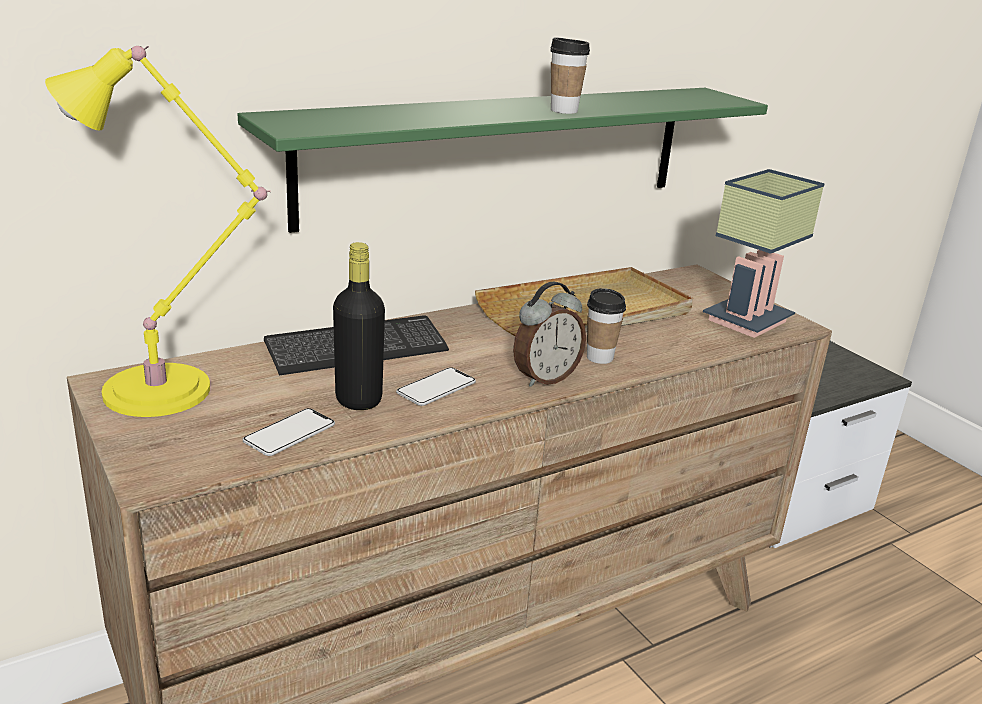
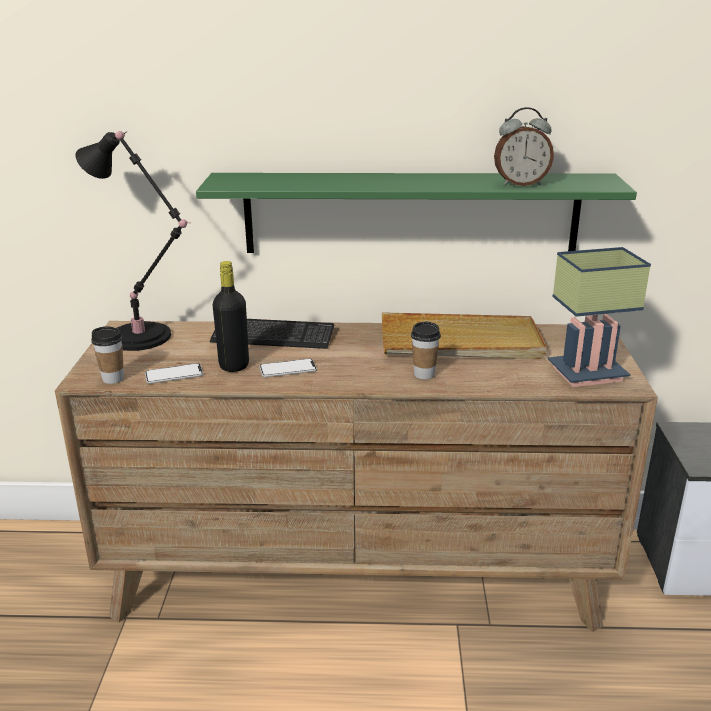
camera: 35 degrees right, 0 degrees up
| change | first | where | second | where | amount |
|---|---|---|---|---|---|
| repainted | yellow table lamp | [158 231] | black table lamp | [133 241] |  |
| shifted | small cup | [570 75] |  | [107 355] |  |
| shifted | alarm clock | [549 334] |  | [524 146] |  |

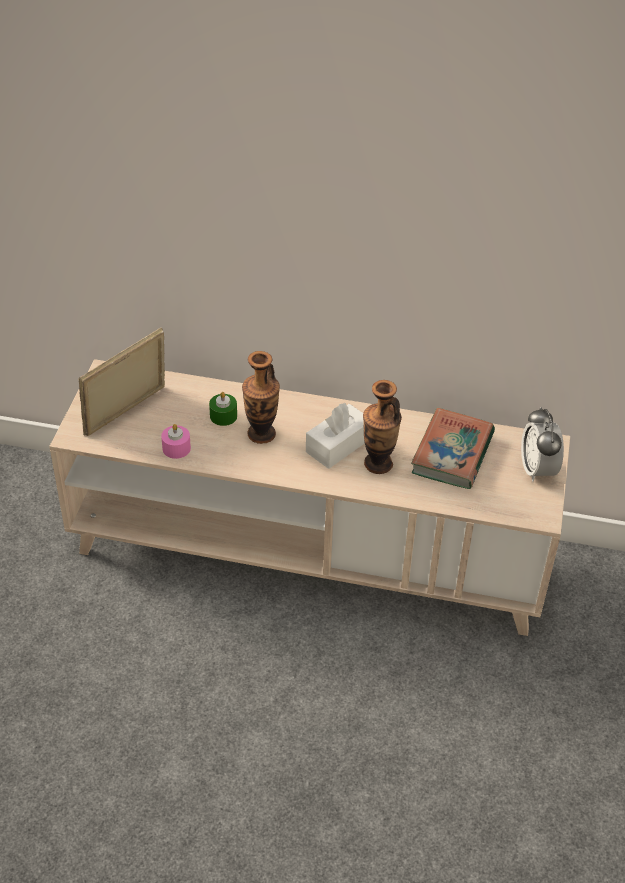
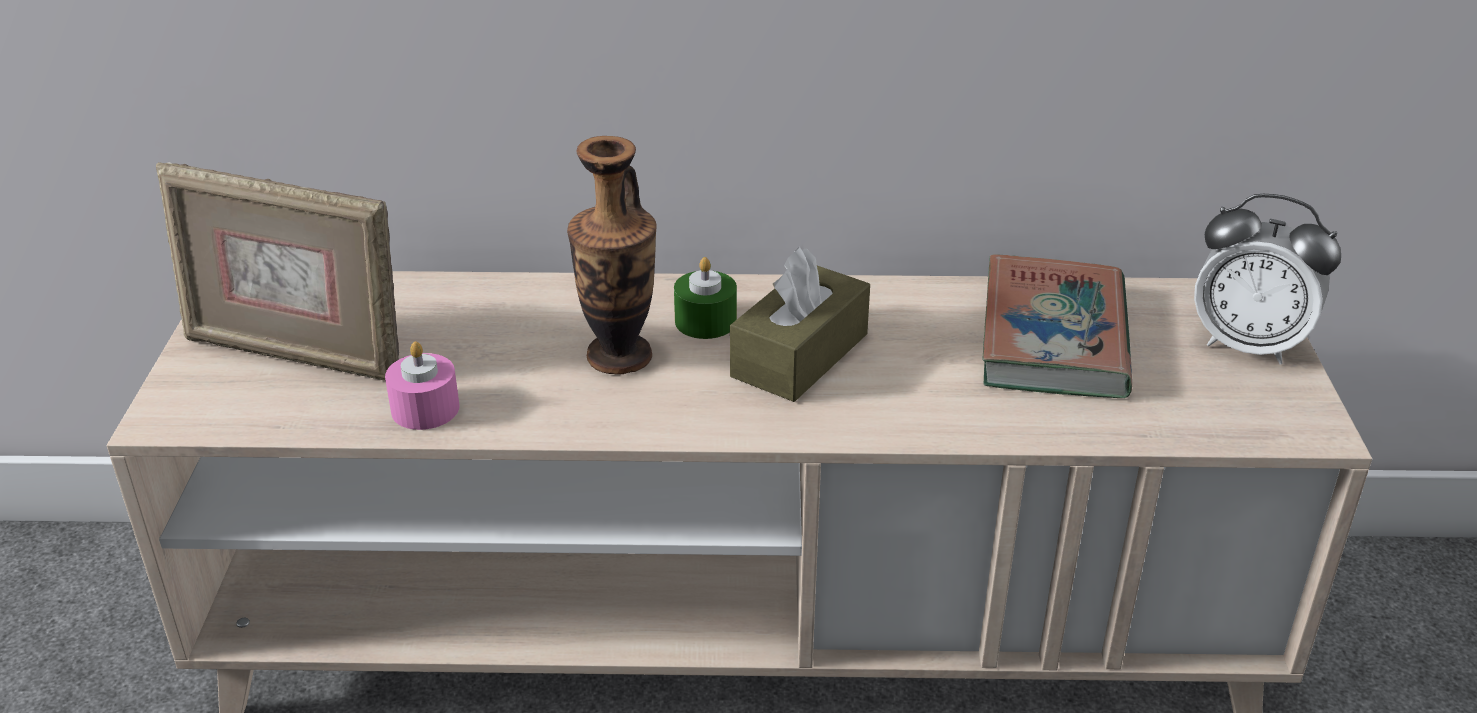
camera: 10 degrees left, 10 degrees down
| change | first | where | second | where | amount |
|---|---|---|---|---|---|
| rotated | picture frame | [121 382] |  | [277 271] | 105 degrees counterclockwise |
| shifted | green candle | [223 409] |  | [705 298] |  |
| repainted | white-coloured tissue holder | [335 436] | brown tissue holder | [800 324] |  |
| rotated | alarm clock | [542 444] |  | [1267 279] | 45 degrees counterclockwise |
| gone | vase | [382 427] |  |  |  |

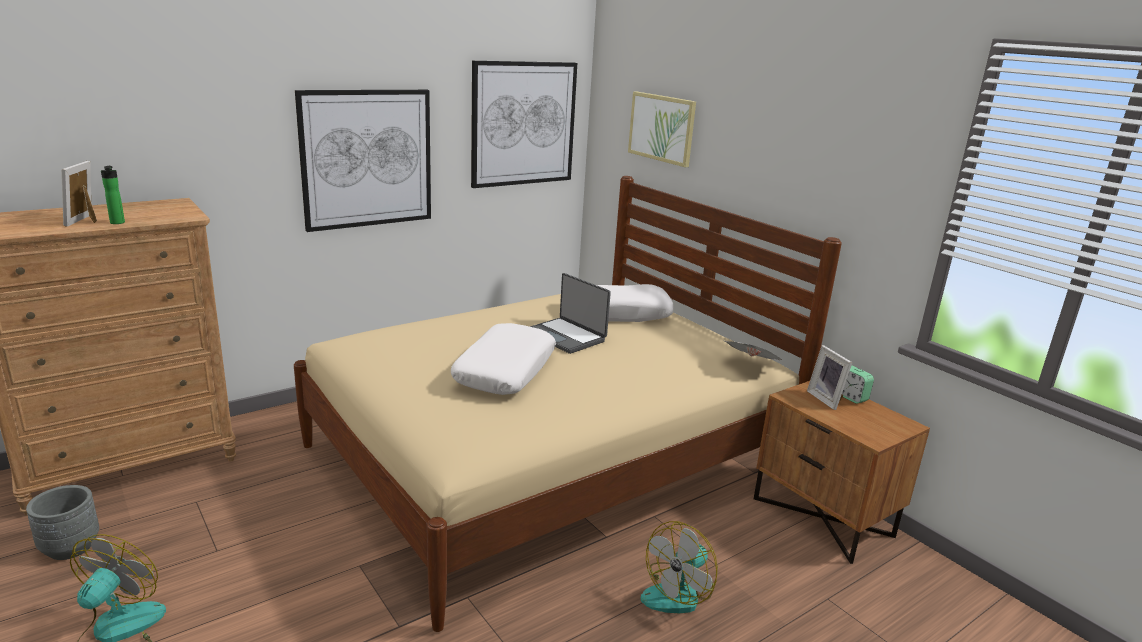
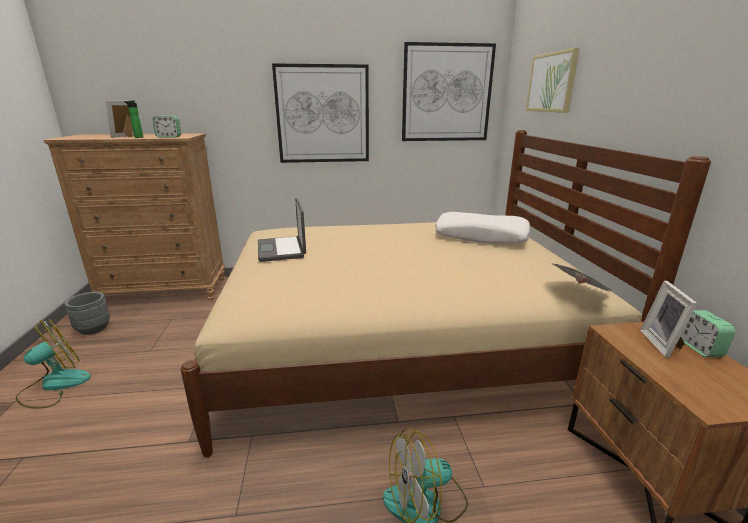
camera: 30 degrees right, 0 degrees up
| change | first | where | second | where | amount |
|---|---|---|---|---|---|
| new |  |  | alarm clock | [166 126] |  |
| shifted | notebook computer | [570 313] |  | [282 230] |  |
| gone | white-coloured throw pillow | [503 359] |  |  |  |

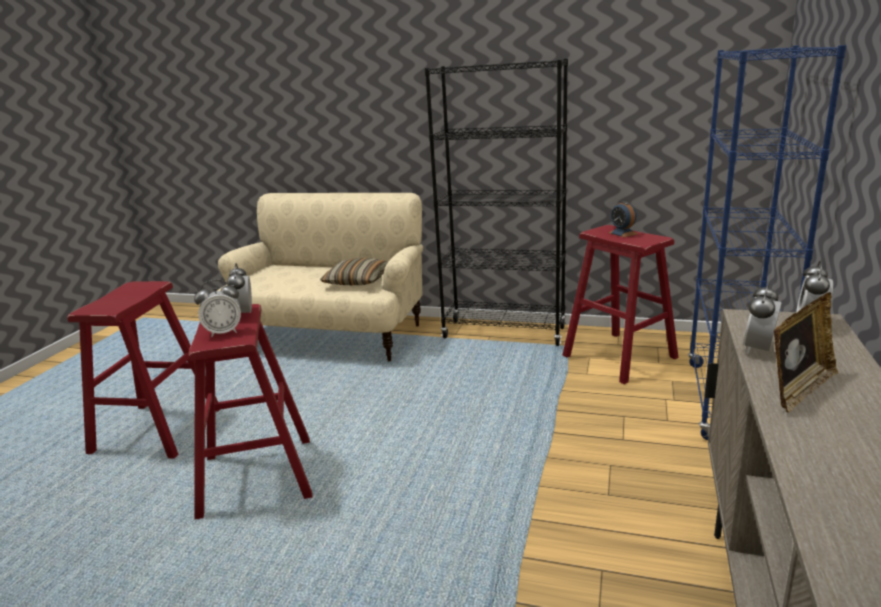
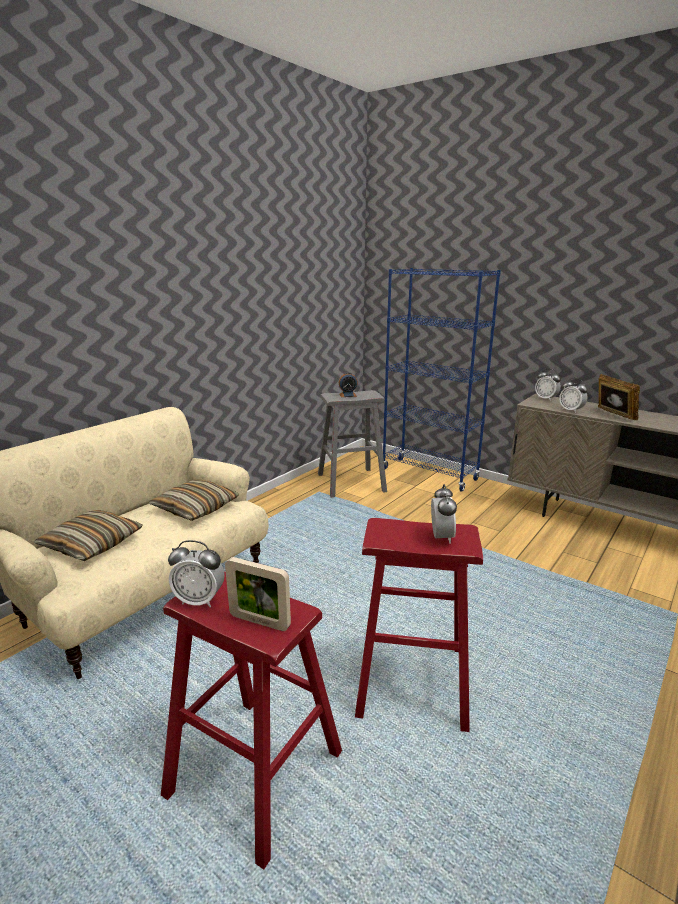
camera: 70 degrees left, 0 degrees up
| change | first | where | second | where | amount |
|---|---|---|---|---|---|
| new |  |  | throw pillow | [88 535] |  |
| shifted | alarm clock | [239 288] |  | [196 573] |  |
| new |  |  | picture frame | [258 594] |  |
| repainted | red stool seat | [620 304] | gray stool seat | [352 444] |  |
| gone | black bookshelf | [496 202] |  |  |  |

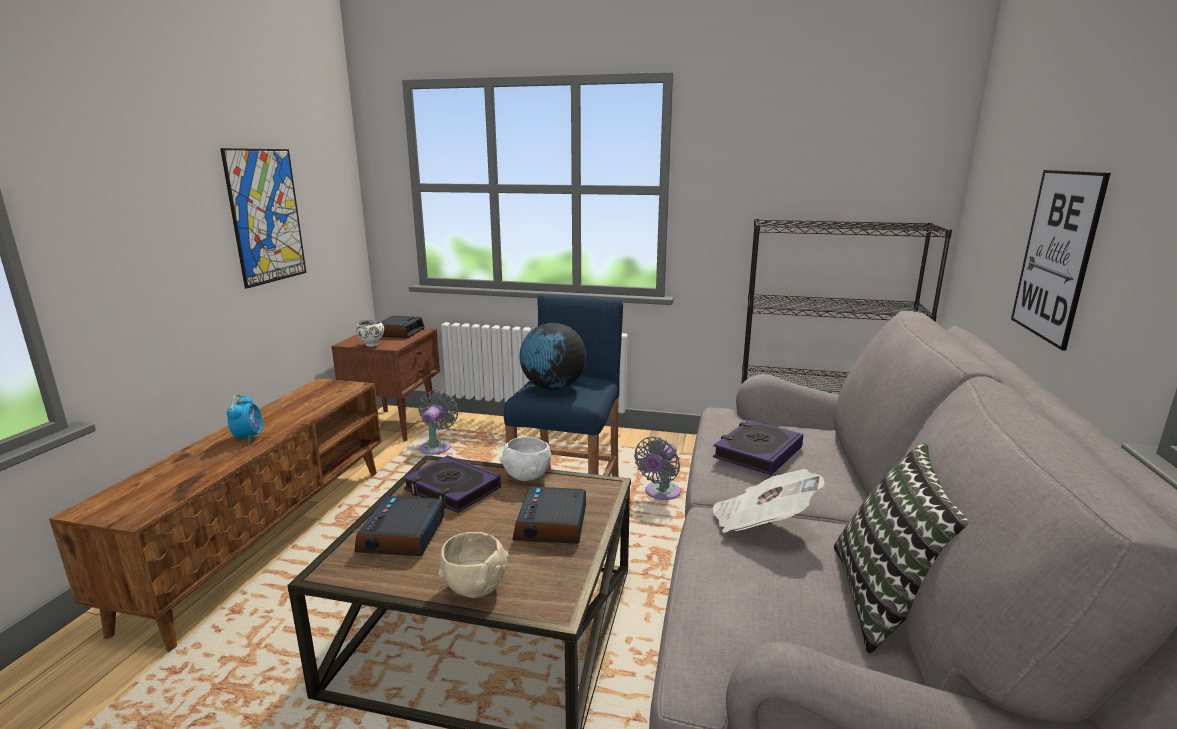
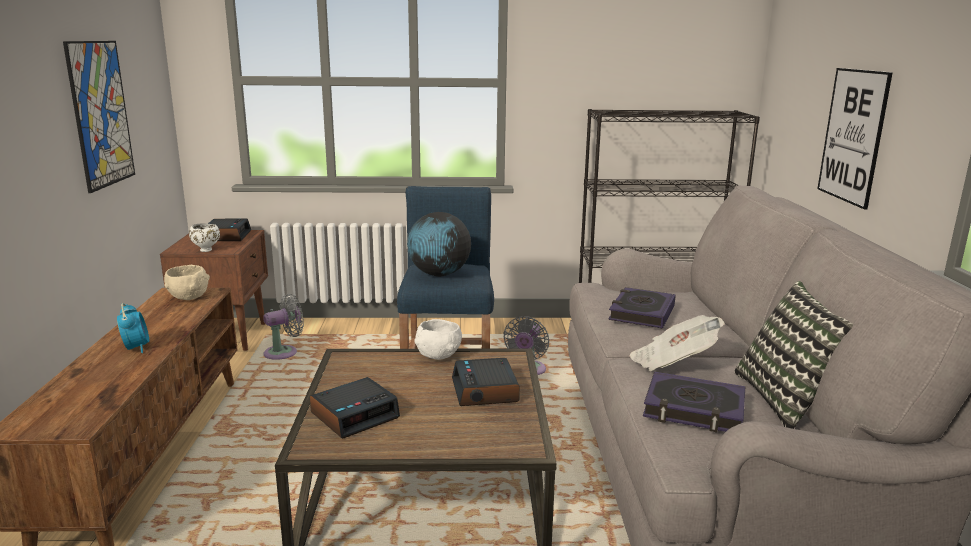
camera: 15 degrees left, 0 degrees up
| change | first | where | second | where | amount |
|---|---|---|---|---|---|
| shifted | sand-coloured deep dish | [473 565] |  | [187 282] |  |
| rotated | gray electric fan | [438 422] |  | [283 327] | 60 degrees clockwise |
| rotated | alarm clock | [399 526] |  | [355 407] | 120 degrees counterclockwise |
| shifted | bound book | [452 484] |  | [694 402] |  |

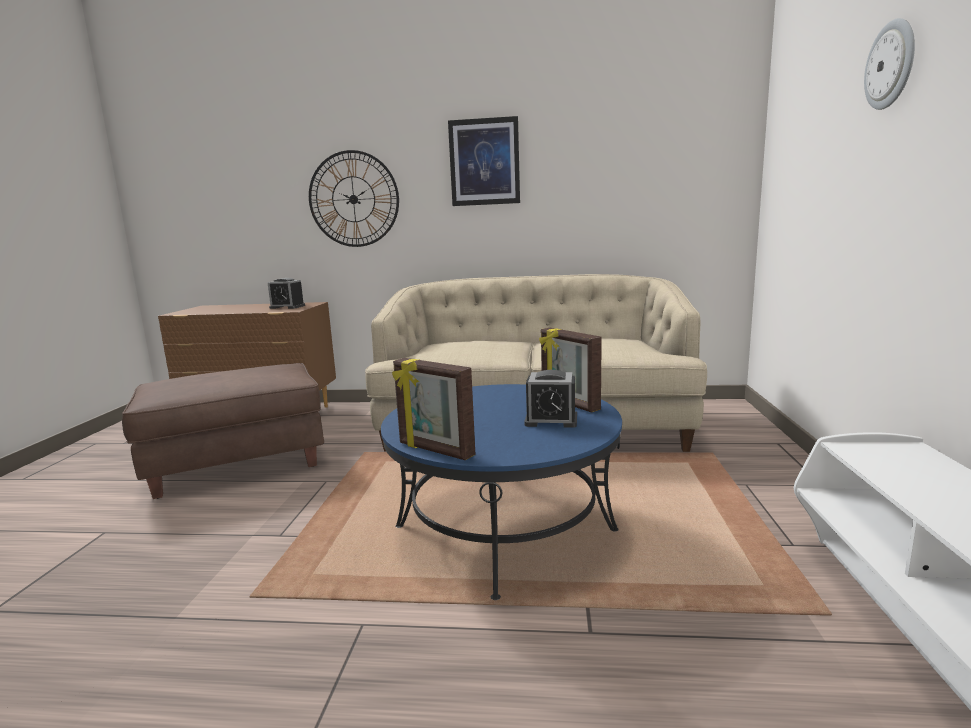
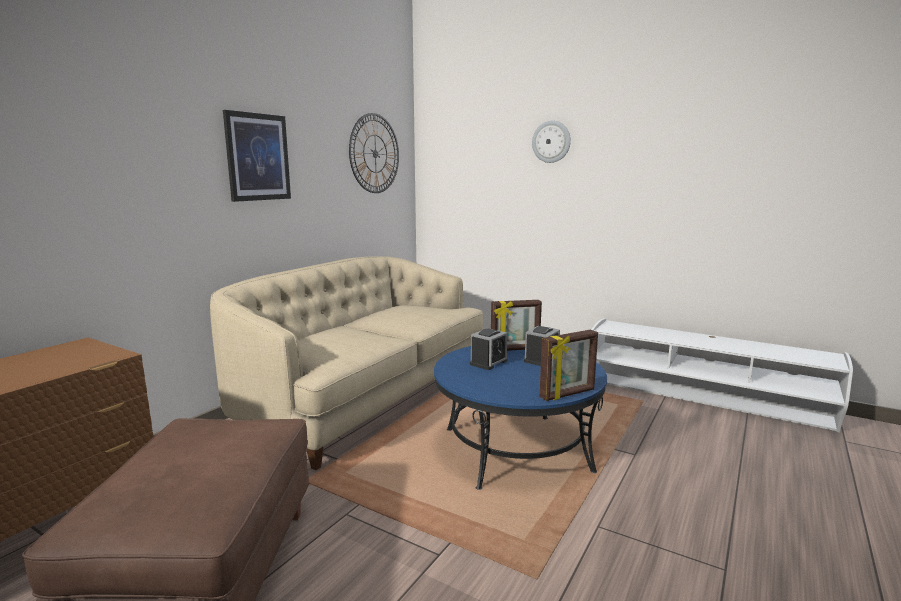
camera: 65 degrees left, 0 degrees up
| change | first | where | second | where | amount |
|---|---|---|---|---|---|
| shifted | hanging clock | [354 198] |  | [374 153] |  |
| shifted | alarm clock | [286 293] |  | [489 349] |  |

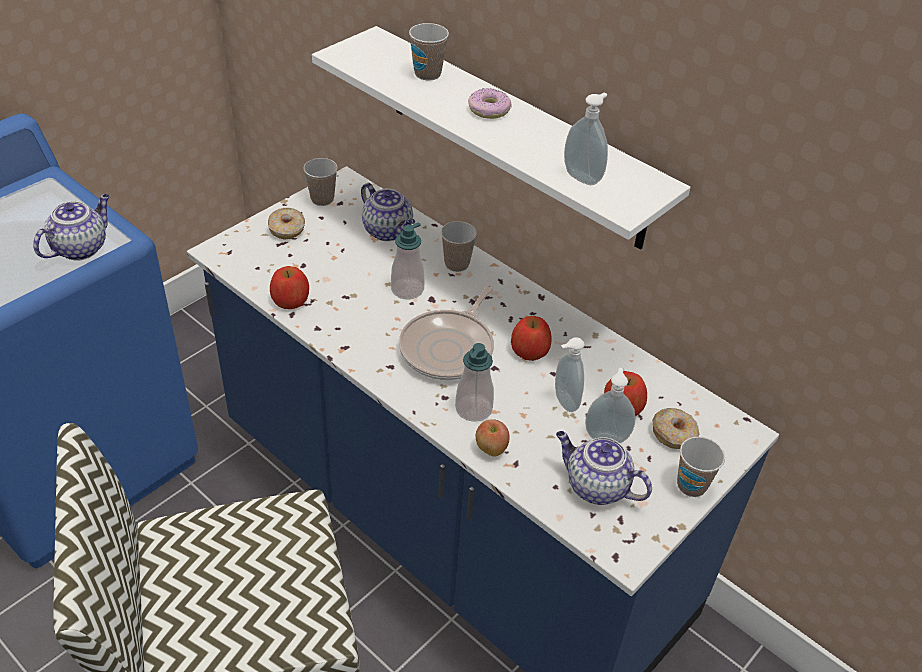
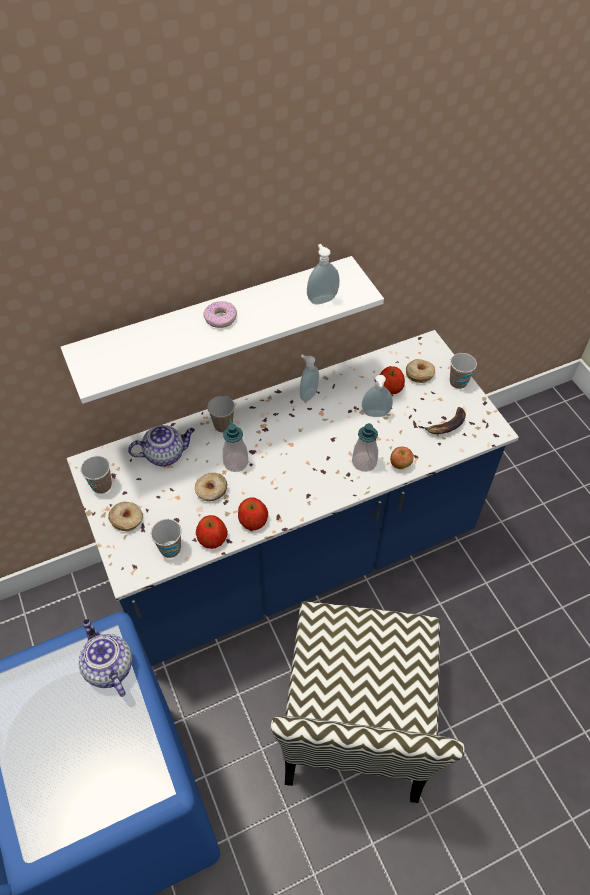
camera: 65 degrees left, 10 degrees up
| change | first | where | second | where | amount |
|---|---|---|---|---|---|
| shifted | small cup | [429 51] |  | [166 538] |  |
| new |  |  | ring doughnut | [211 487] |  |
| shifted | apple fruit | [531 338] |  | [253 513] |  |
| shifted | liquid soap bottle | [610 405] |  | [309 378] |  |
| swapped | tea pot | [604 468] | banana | [442 420] |  |
| gone | frying pan | [446 332] |  |  |  |

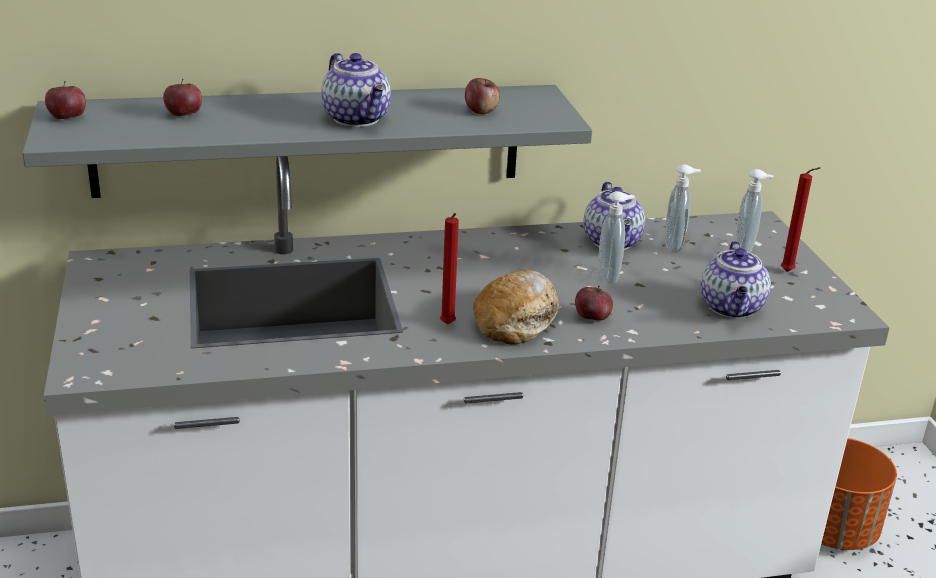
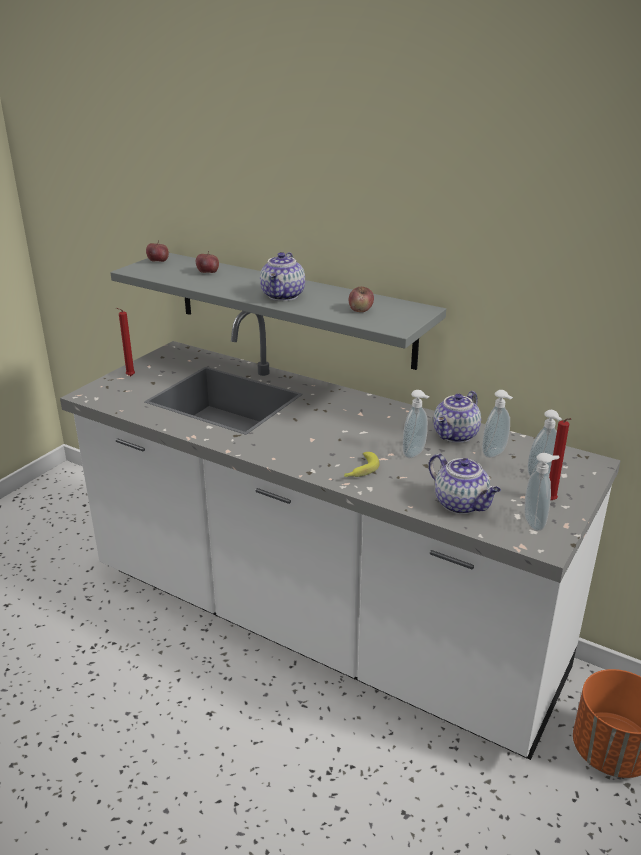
camera: 45 degrees right, 0 degrees up
| change | first | where | second | where | amount |
|---|---|---|---|---|---|
| shifted | red candle | [449 268] |  | [125 342] |  |
| swapped | apple fruit | [594 303] | banana | [361 464] |  |
| rotated | tea pot | [736 279] |  | [465 483] | 90 degrees counterclockwise |
| new |  |  | liquid soap bottle | [541 492] |  |
| gone | baked bread | [516 307] |  |  |  |

